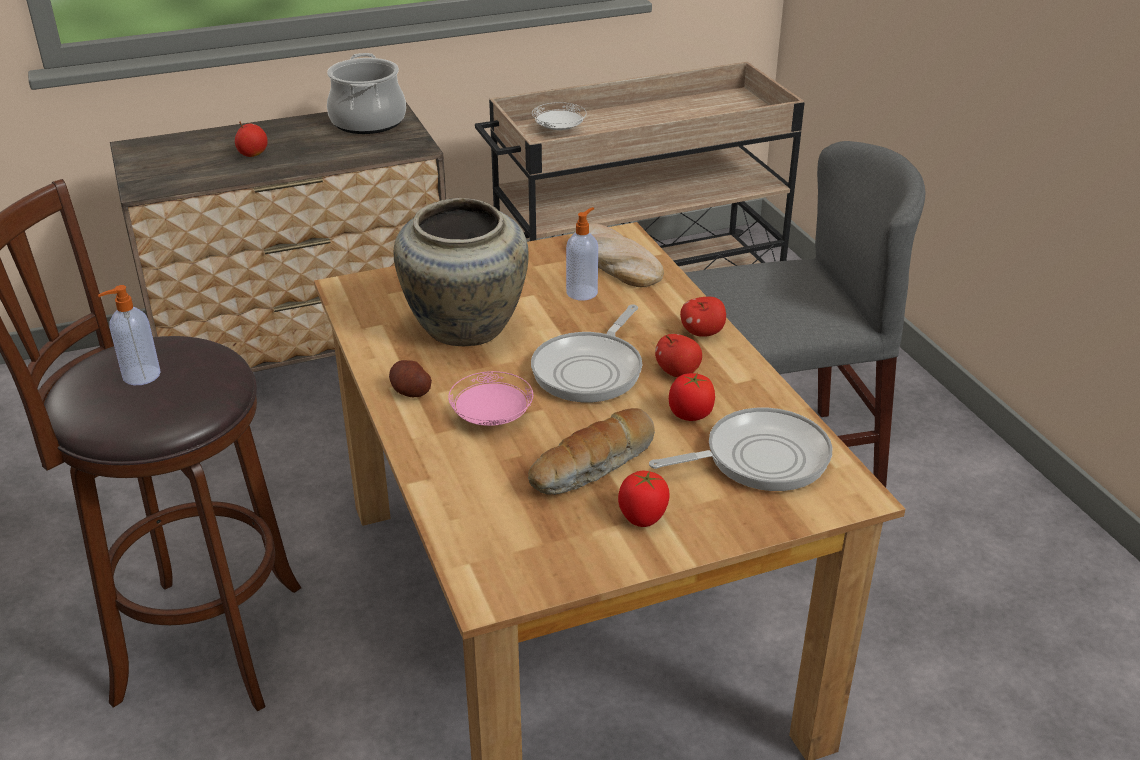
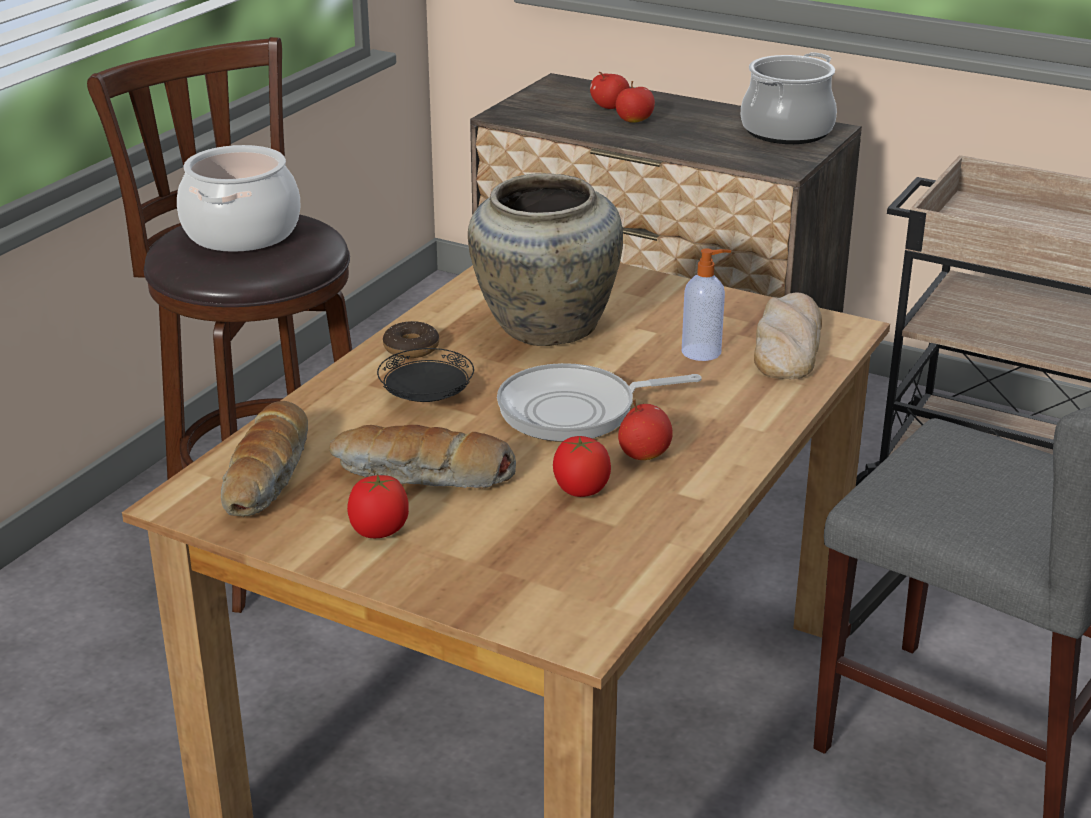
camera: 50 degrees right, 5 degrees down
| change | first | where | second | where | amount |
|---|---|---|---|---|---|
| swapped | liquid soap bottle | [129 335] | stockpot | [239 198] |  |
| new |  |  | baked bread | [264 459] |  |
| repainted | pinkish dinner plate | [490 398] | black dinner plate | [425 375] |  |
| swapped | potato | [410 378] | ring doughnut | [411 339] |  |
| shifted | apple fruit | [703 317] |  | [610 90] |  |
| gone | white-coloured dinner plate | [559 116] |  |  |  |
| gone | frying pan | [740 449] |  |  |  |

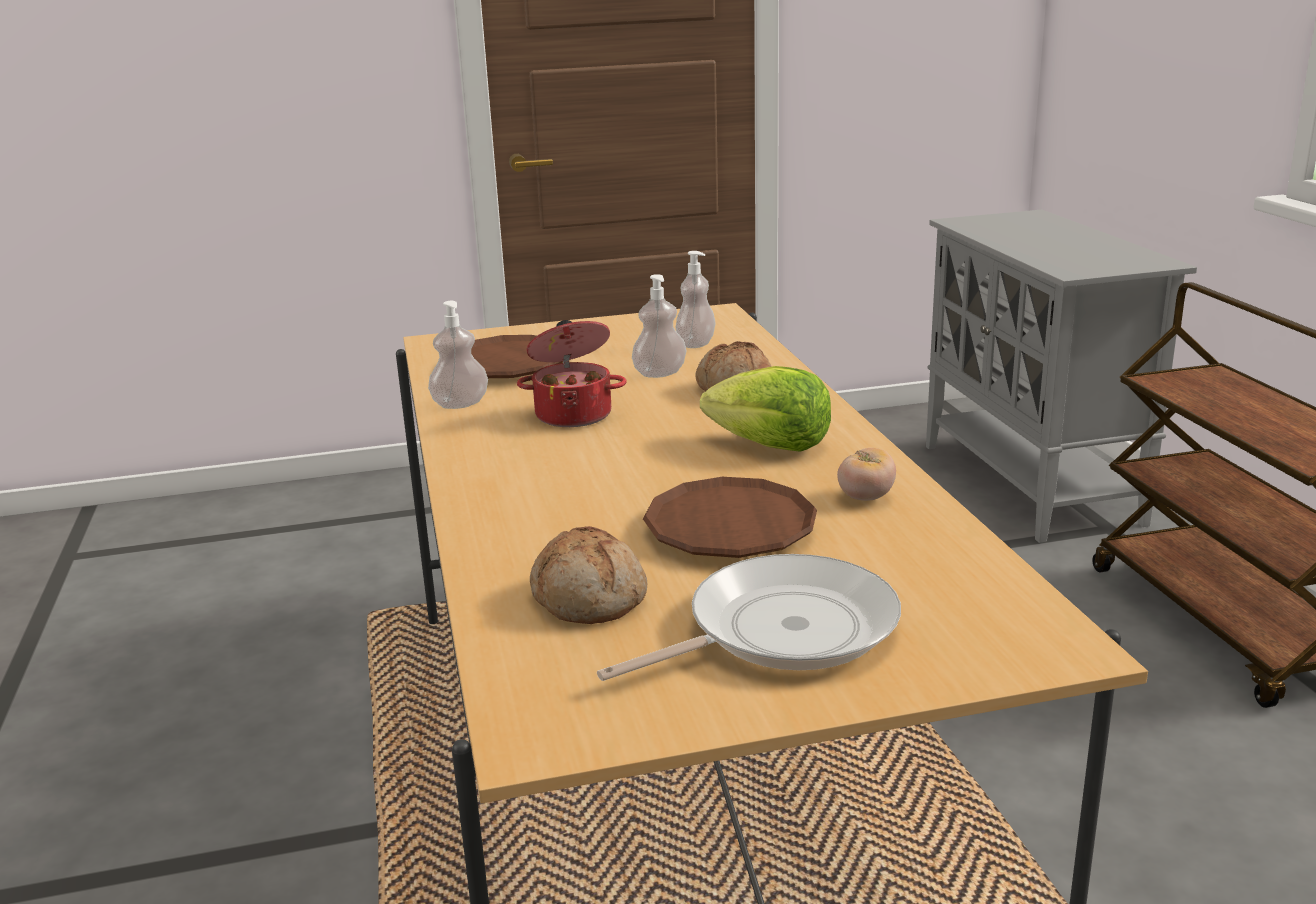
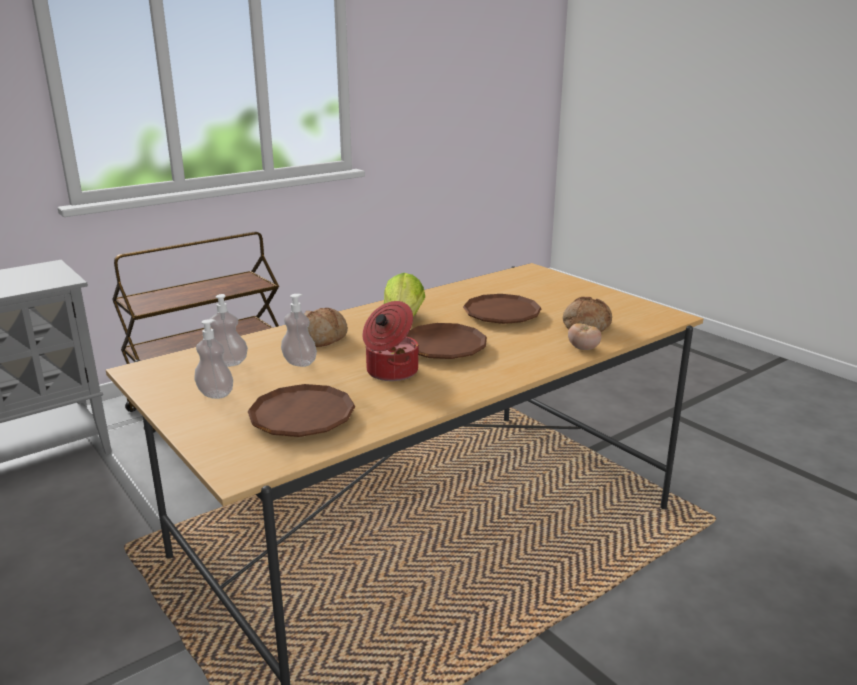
camera: 115 degrees left, 0 degrees up
| change | first | where | second | where | amount |
|---|---|---|---|---|---|
| shifted | liquid soap bottle | [458 355] |  | [213 359] |  |
| new |  |  | brown dinner plate | [446 341] |  |
| shifted | whole tomato | [866 474] |  | [584 336] |  |
| gone | frying pan | [749 617] |  |  |  |

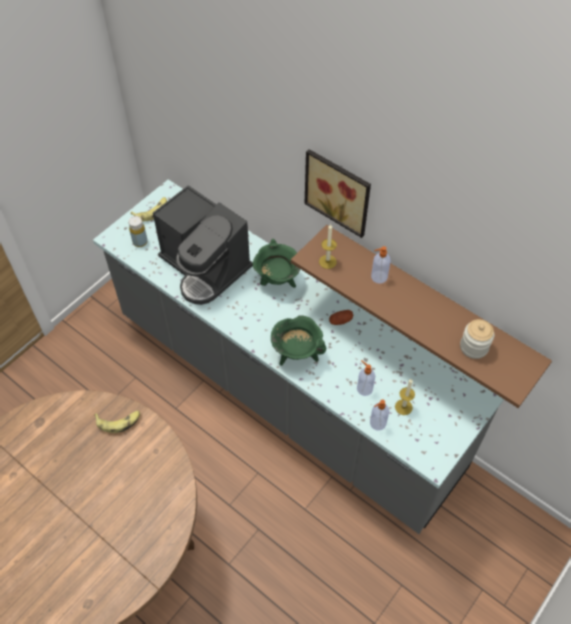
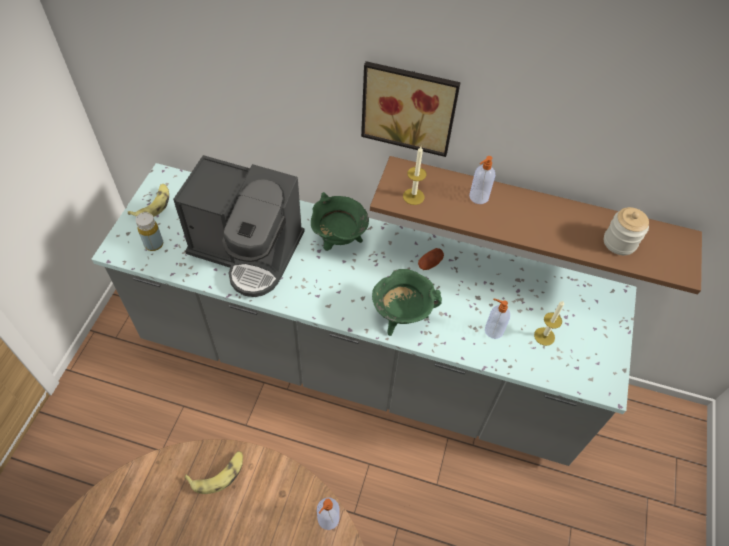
camera: 25 degrees left, 0 degrees up
| change | first | where | second | where | amount |
|---|---|---|---|---|---|
| shifted | liquid soap bottle | [379 415] |  | [328 514] |  |

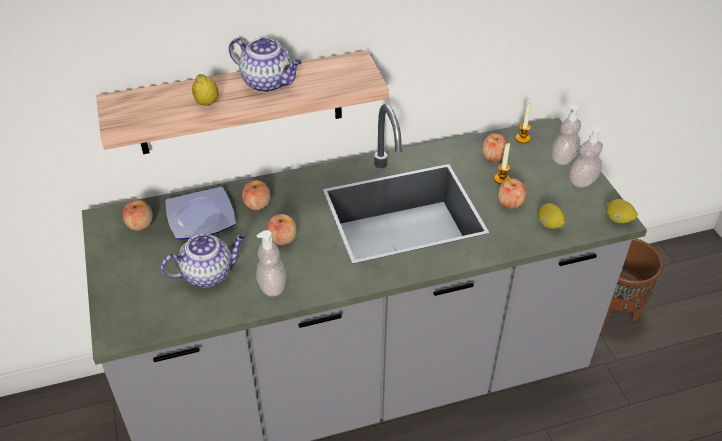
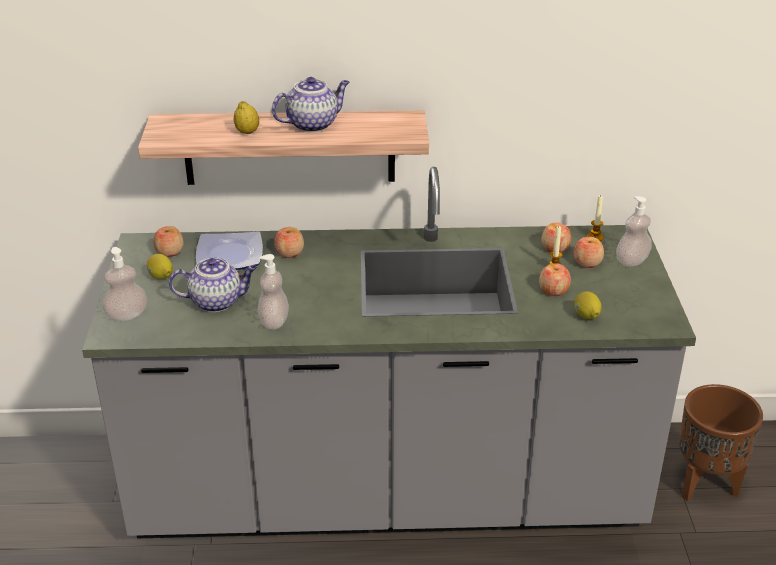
camera: 15 degrees right, 10 degrees down
| change | first | where | second | where | amount |
|---|---|---|---|---|---|
| shifted | liquid soap bottle | [586 156] |  | [124 284] |  |
| shifted | whole lemon | [622 211] |  | [160 267] |  |
| rotated | tea pot | [265 65] |  | [310 104] | 75 degrees counterclockwise |
| shifted | apple fruit | [282 229] |  | [588 252] |  |

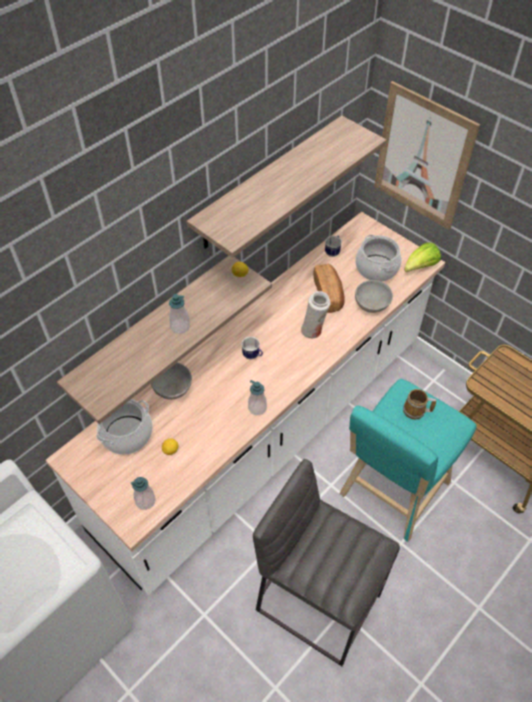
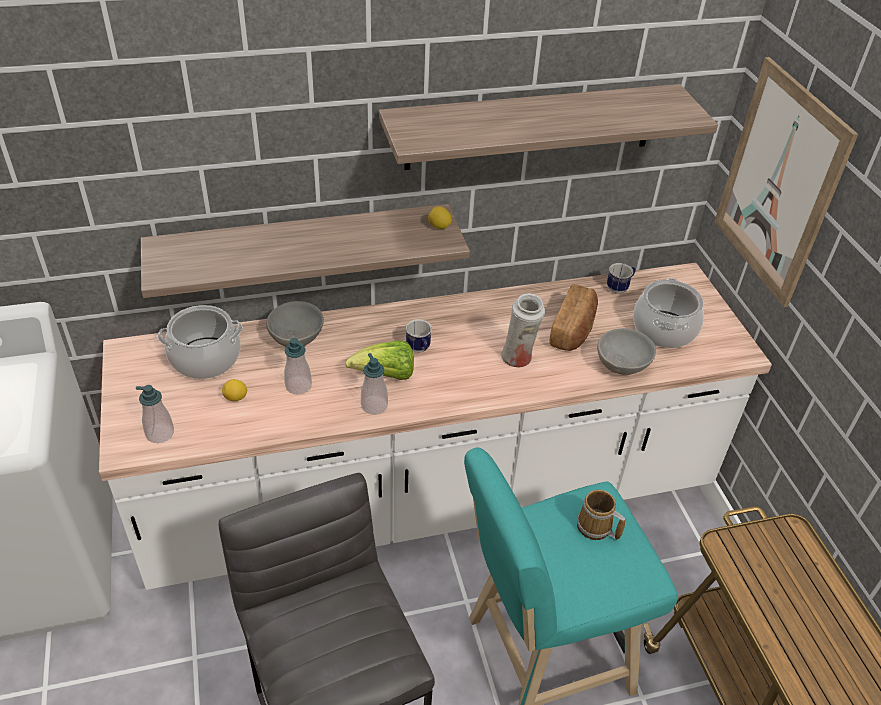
camera: 30 degrees right, 10 degrees down
| change | first | where | second | where | amount |
|---|---|---|---|---|---|
| shifted | liquid soap bottle | [179 313] |  | [298 366] |  |
| shifted | lettuce | [422 257] |  | [379 360] |  |

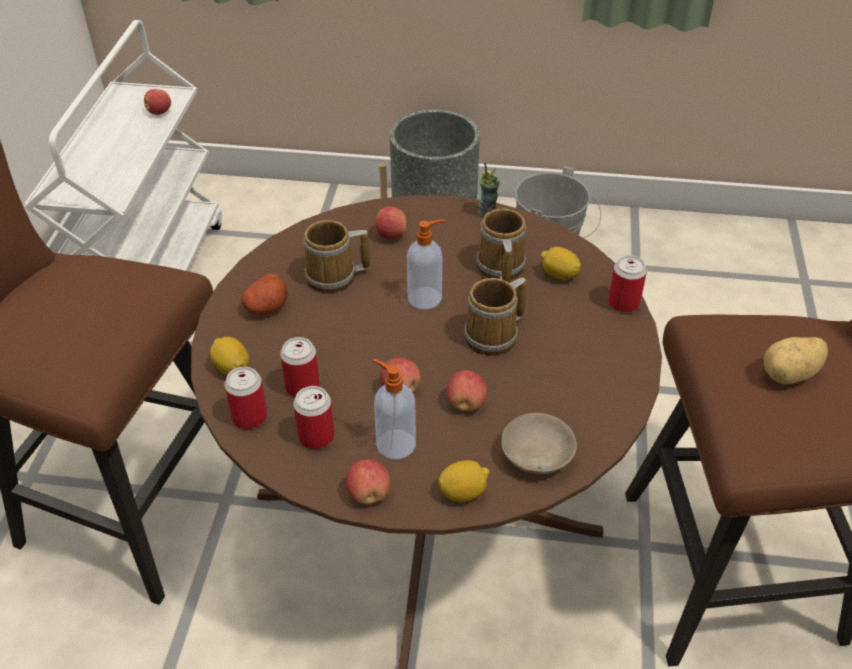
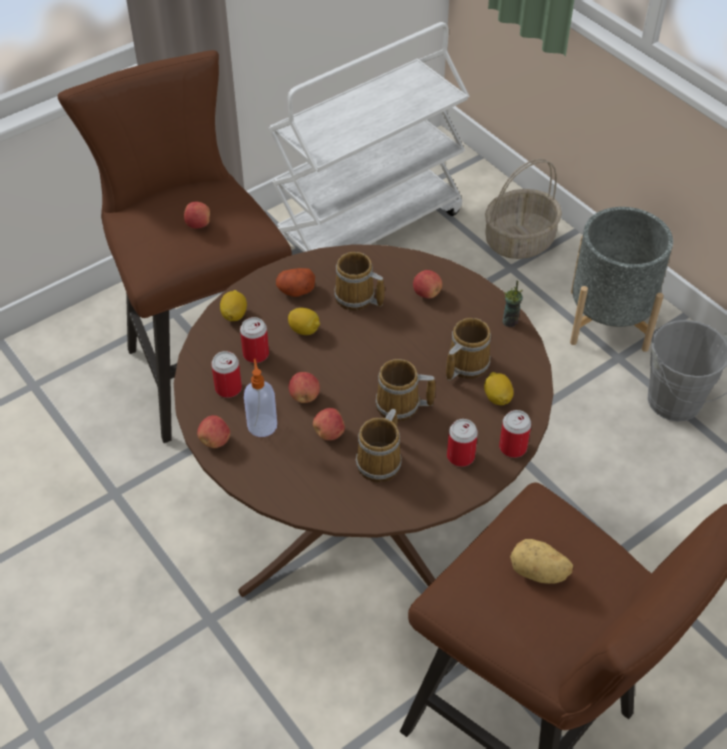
camera: 45 degrees right, 5 degrees up
| change | first | where | second | where | amount |
|---|---|---|---|---|---|
| shifted | apple fruit | [157 102] |  | [197 215] |  |
| shifted | whole lemon | [463 481] |  | [304 321] |  |
| new |  |  | coffee mug | [378 445] |  |
| shifted | can | [245 398] |  | [462 443] |  |
| new |  |  | basket | [523 209] |  |
| gone | liquid soap bottle | [426 265] |  |  |  |
| gone | sand-coloured deep dish | [539 443] |  |  |  |

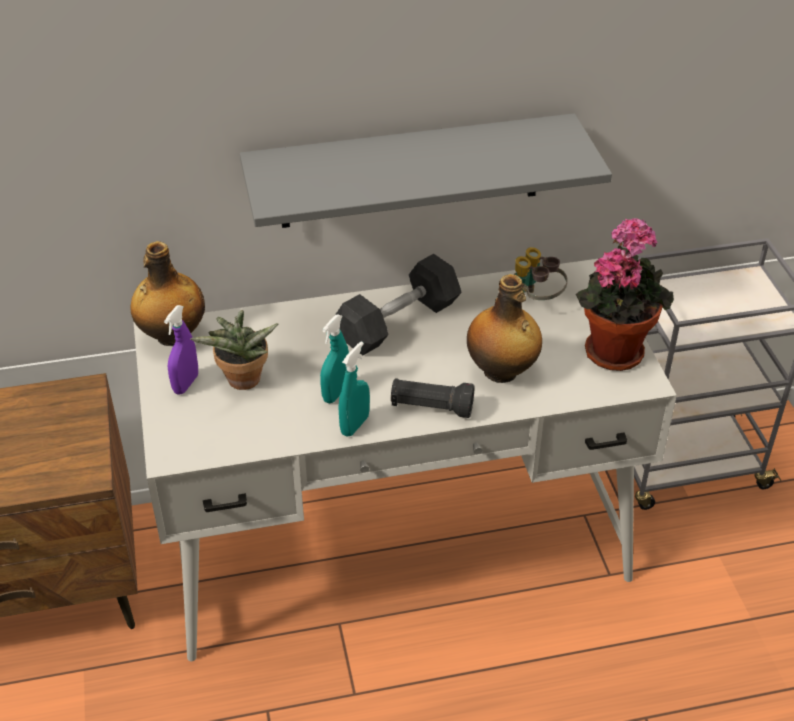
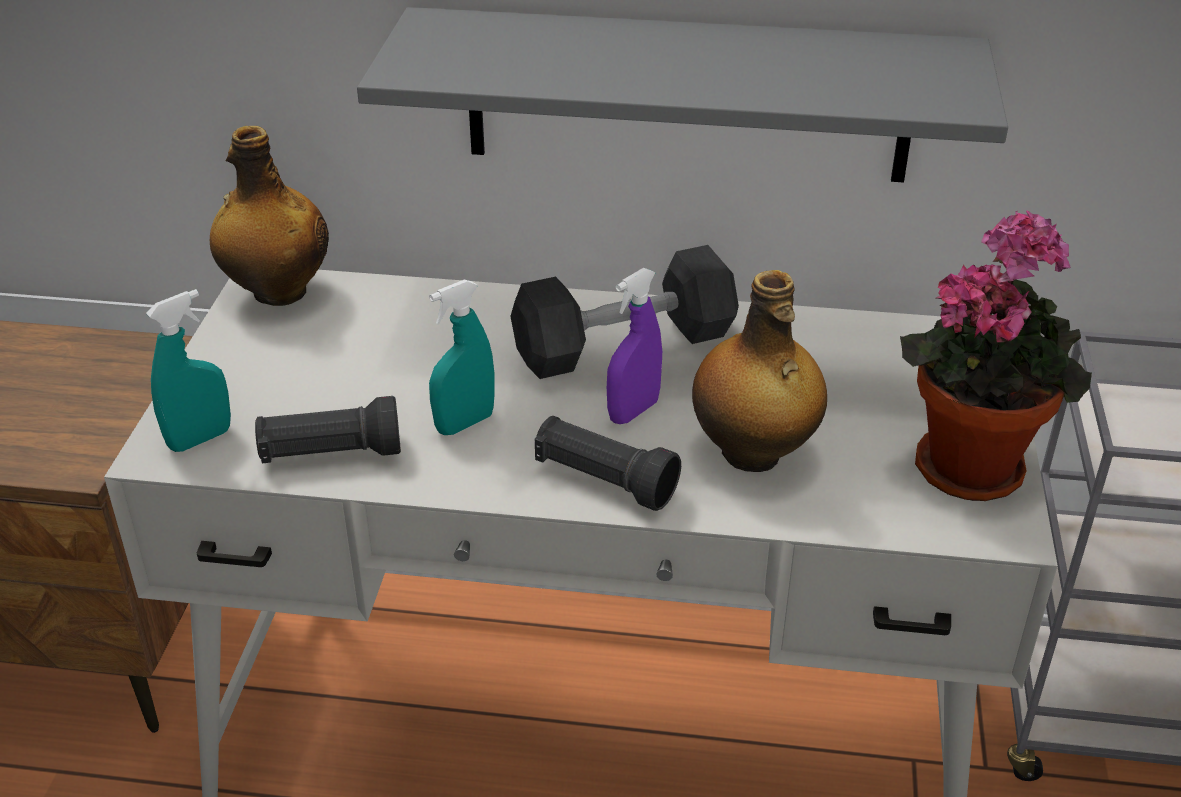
camera: 20 degrees right, 5 degrees down
| change | first | where | second | where | amount |
|---|---|---|---|---|---|
| shifted | turquoise-coloured hand sprayer | [354 389] |  | [188 370] |  |
| new |  |  | black torch | [328 429] |  |
| shifted | purple-coloured hand sprayer | [181 349] |  | [634 346] |  |
| gone | houseplant | [234 350] |  |  |  |
| gone | binoculars | [541 275] |  |  |  |

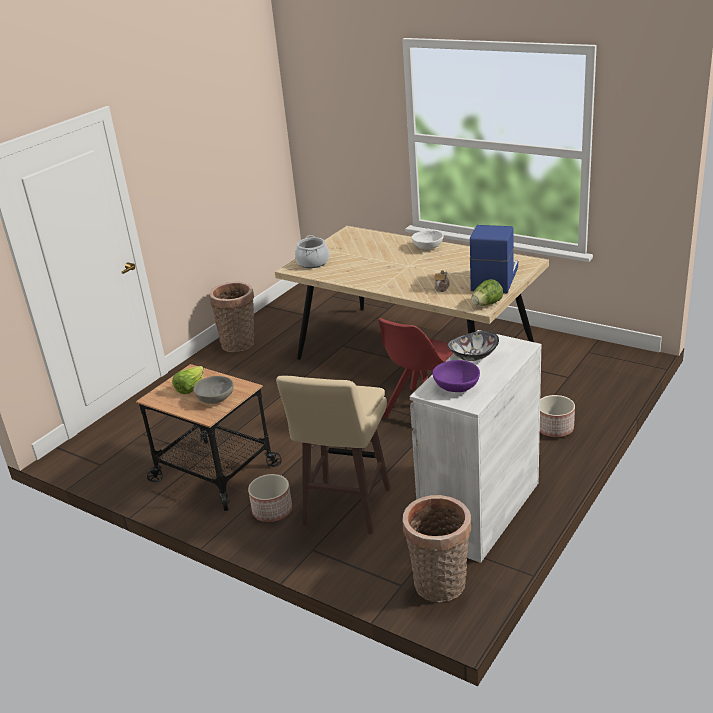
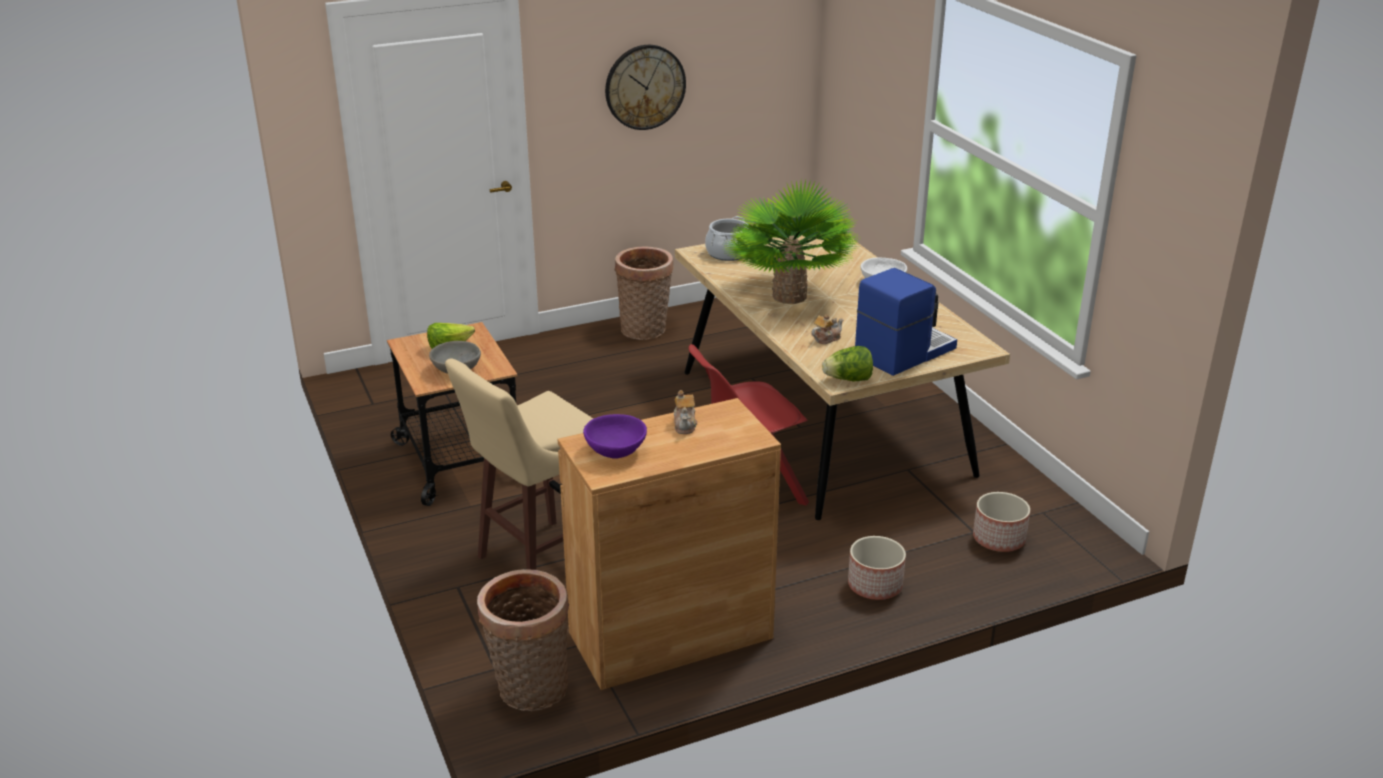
camera: 30 degrees right, 0 degrees up
| change | first | where | second | where | amount |
|---|---|---|---|---|---|
| repainted | white-coloured cupboard | [475 446] | brown cupboard | [669 544] |  |
| new |  |  | hanging clock | [645 87] |  |
| swapped | deep dish | [473 346] | tea pot | [685 412] |  |
| new |  |  | houseplant | [793 242] |  |
| shifted | planter | [270 498] |  | [1001 522] |  |

